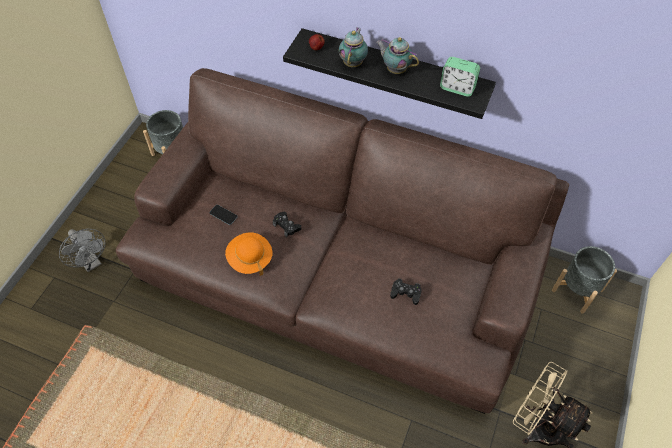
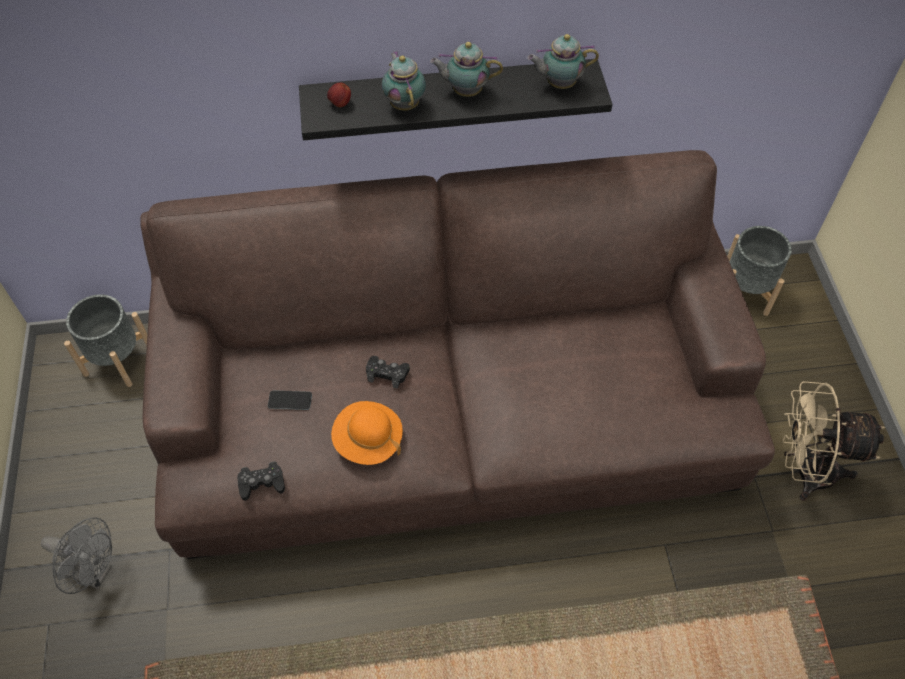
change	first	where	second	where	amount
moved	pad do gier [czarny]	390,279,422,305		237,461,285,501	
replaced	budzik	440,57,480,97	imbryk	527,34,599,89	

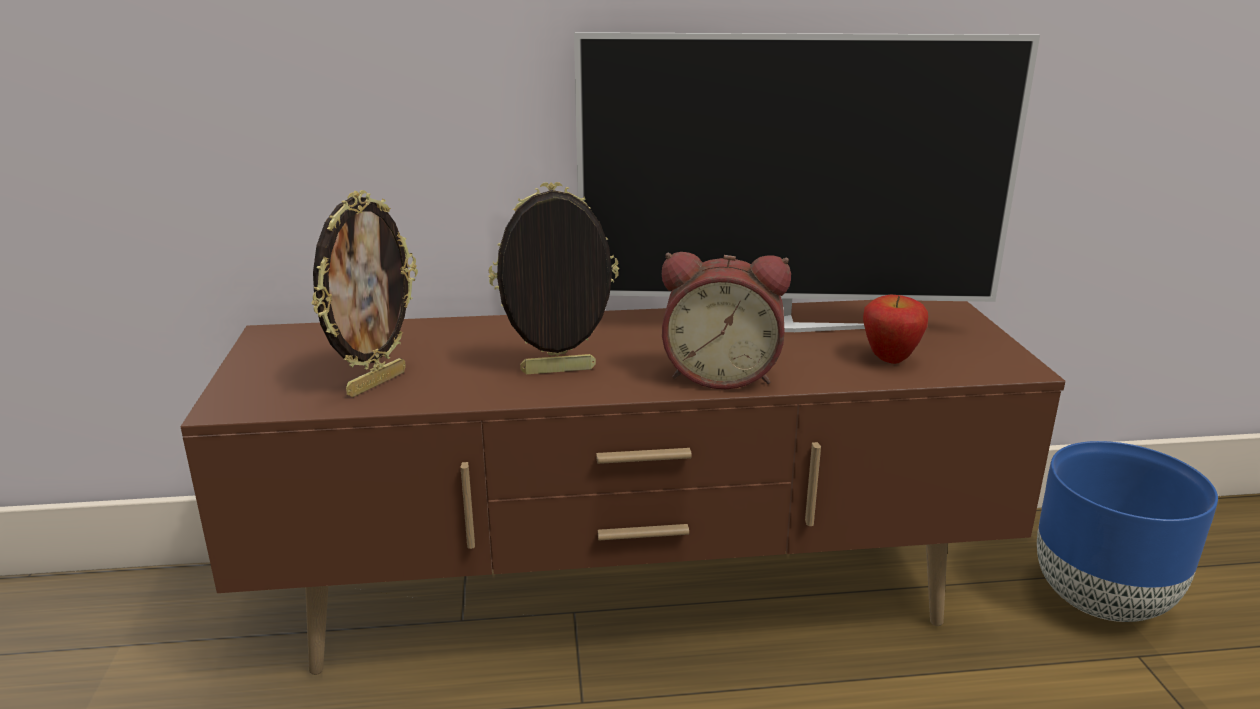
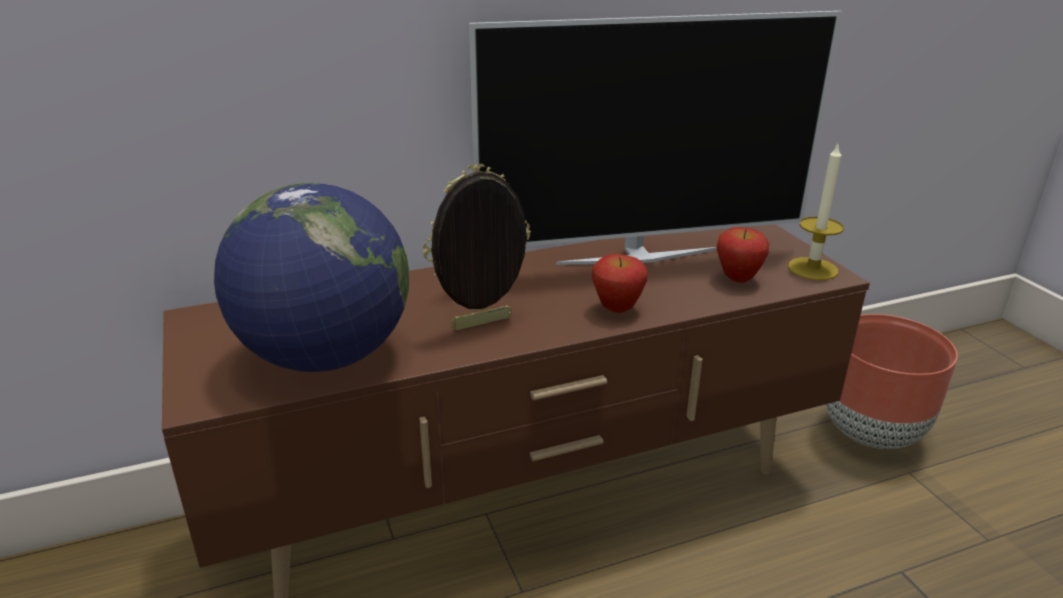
change	first	where	second	where	amount
replaced	ramka na zdjęcie	311,190,418,397	globus	214,183,409,372	
replaced	budzik	662,252,791,389	jabłko	592,254,648,313	
added			świeca	788,144,844,280	
recoloured	donica [niebieski]	1037,441,1218,622	donica [brązowy]	825,314,958,449	

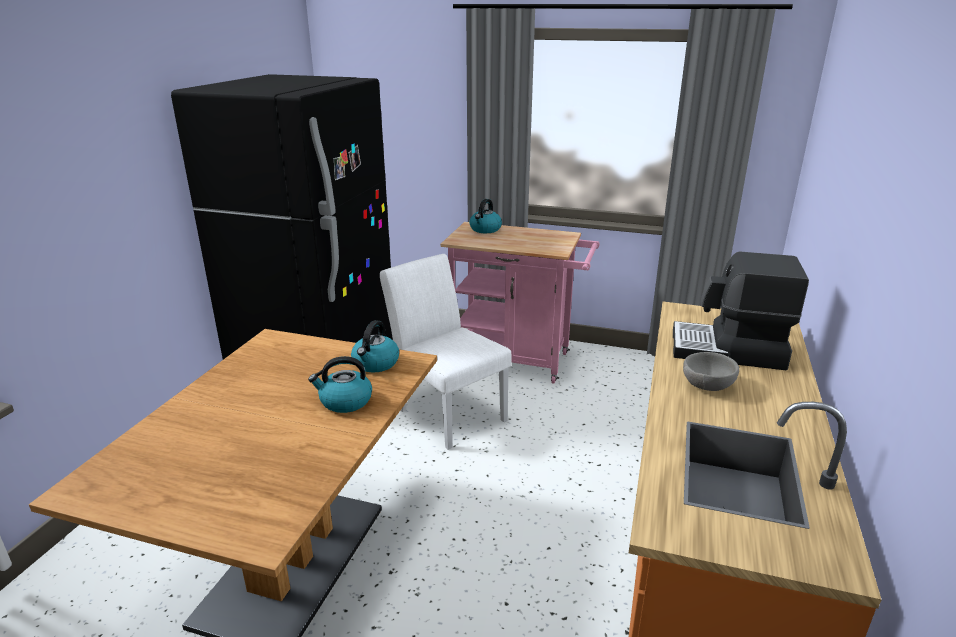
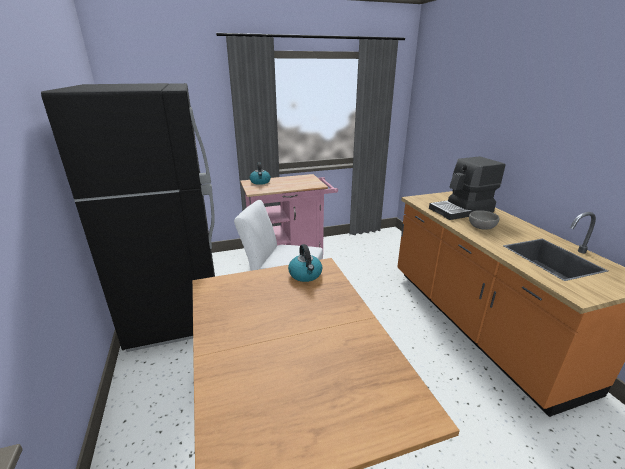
change	first	where	second	where	amount
removed	czajnik	308,356,372,413			

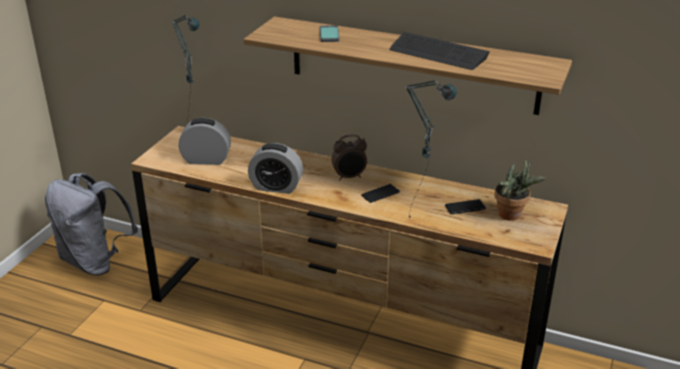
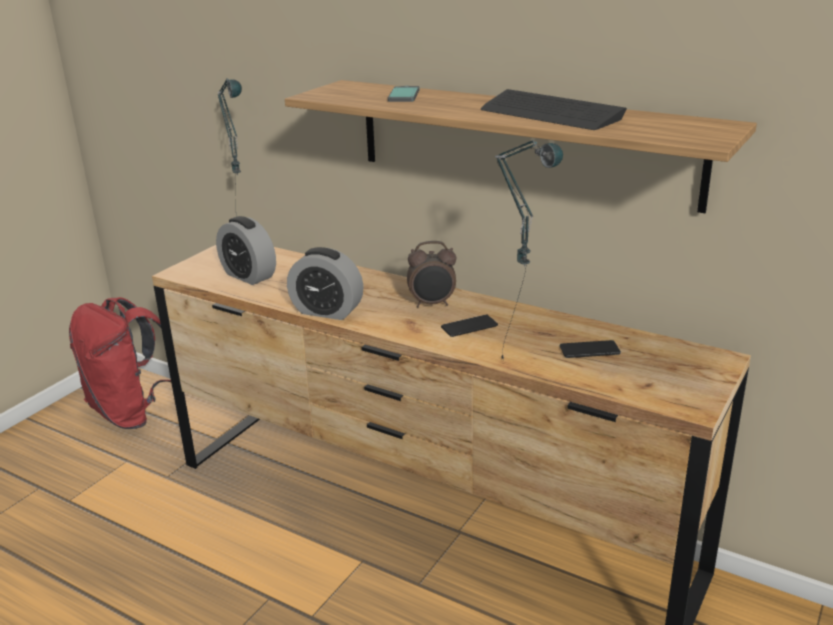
change	first	where	second	where	amount
recoloured	plecak [szary]	45,173,138,275	plecak [czerwony]	69,297,171,429	
turned	budzik	179,118,231,165		216,216,276,285	150 degrees counterclockwise
removed	roślina doniczkowa	494,159,546,221			

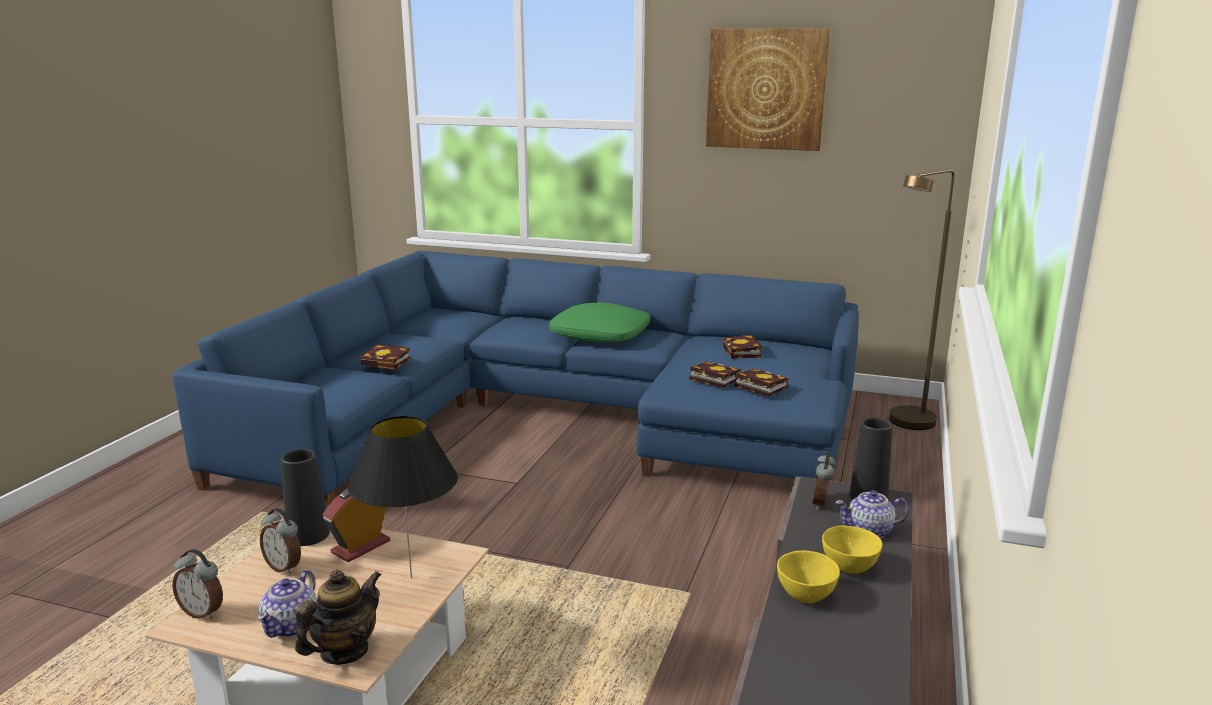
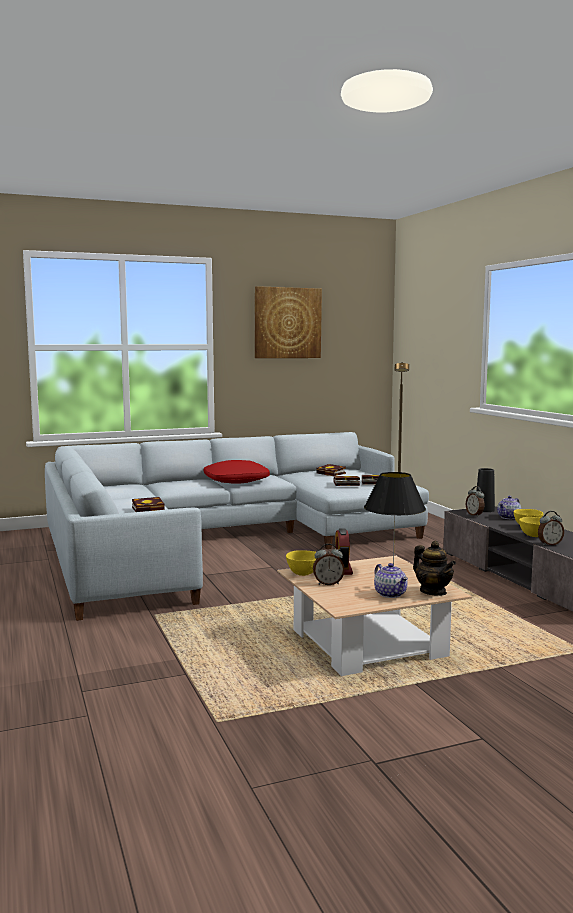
change	first	where	second	where	amount
recoloured	kanapa [niebieski]	172,251,859,508	kanapa [szary]	45,432,429,621	
recoloured	poduszka [zielony]	549,302,650,343	poduszka [czerwony]	203,460,270,484	
replaced	wazon [czarny]	281,449,330,546	miska [żółty]	286,550,316,576	
turned	imbryk	295,569,381,665		413,541,456,596	150 degrees clockwise
moved	budzik	172,549,223,619		538,511,564,545	

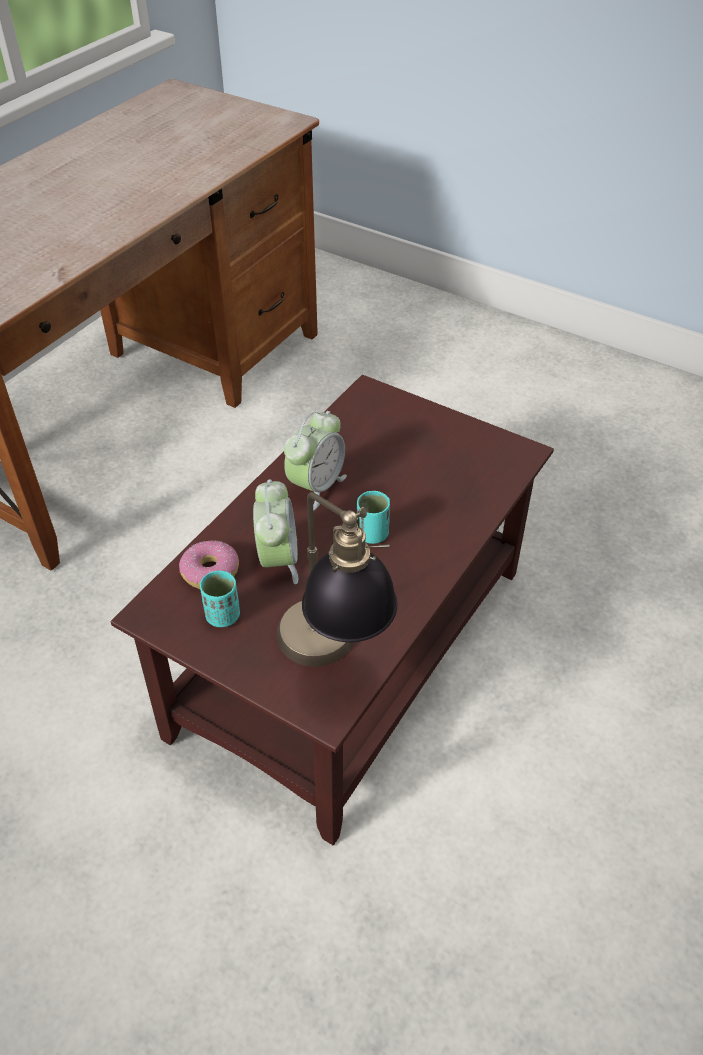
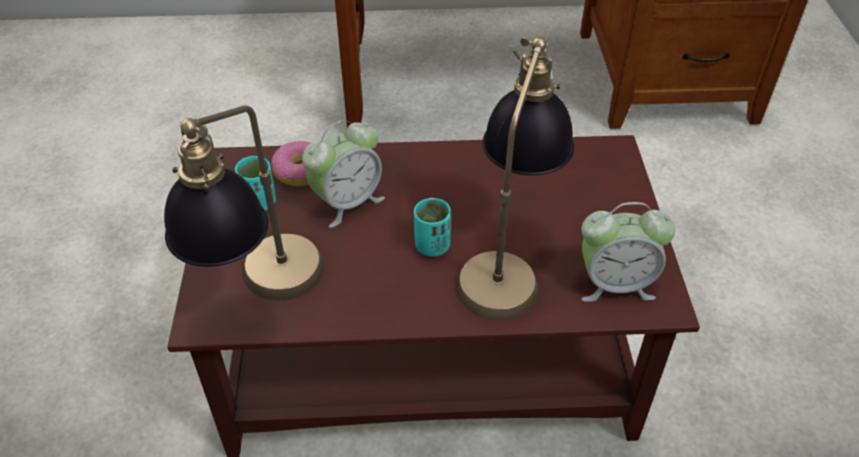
change	first	where	second	where	amount
added			lampa stołowa	455,37,574,321	
moved	budzik	284,411,347,511		581,202,676,302	

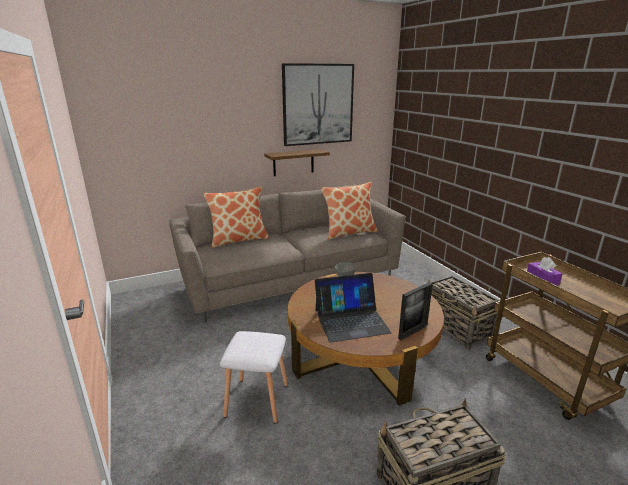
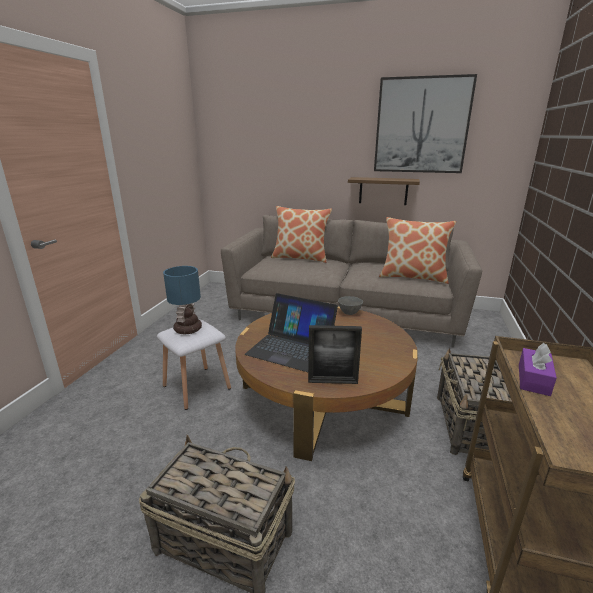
change	first	where	second	where	amount
added			lampa stołowa	163,266,202,334	

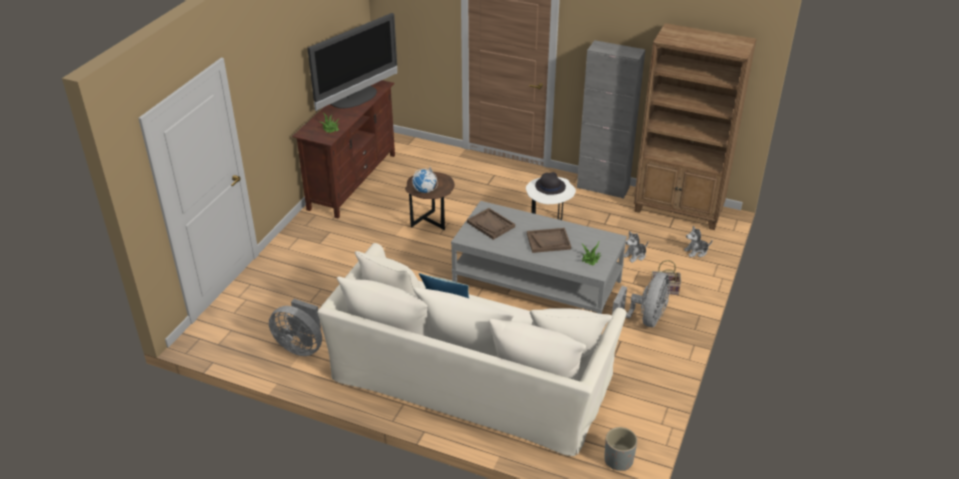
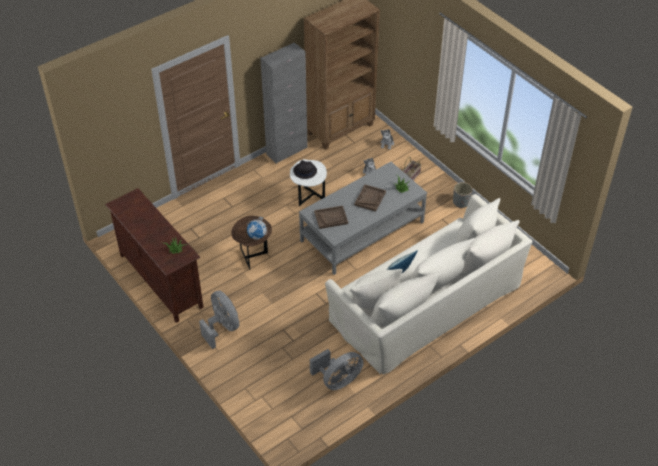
change	first	where	second	where	amount
moved	wentylator [szary]	612,272,670,327		199,291,239,349	
moved	donica [szary]	604,427,638,471		453,182,473,208	
removed	telewizor	307,13,397,111			

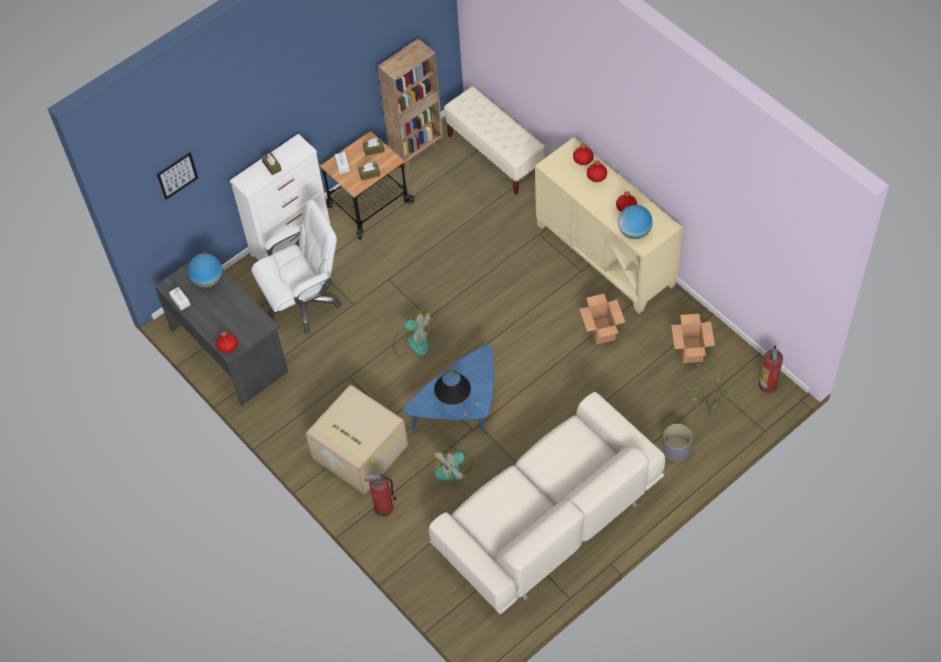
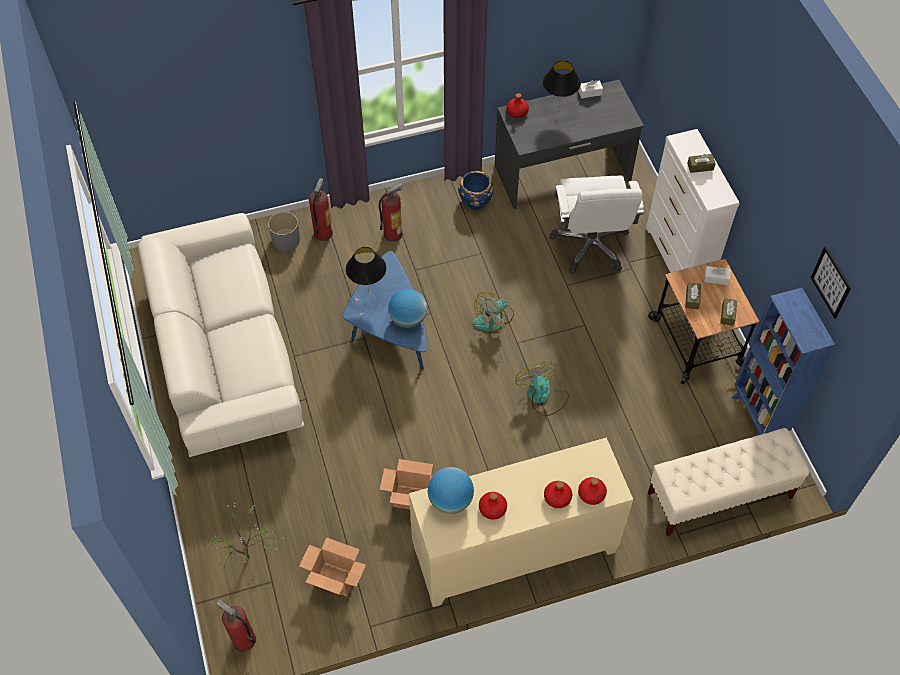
change	first	where	second	where	amount
moved	donica [szary]	662,424,693,461		268,212,300,251	
replaced	karton	305,384,408,495	gaśnica	379,183,403,242	
moved	globus	188,254,222,288		388,289,427,328	
added			donica [niebieski]	458,171,494,210	
moved	wentylator	434,447,473,482		515,361,569,416	
added			lampa stołowa [czarny]	542,60,581,111	
recoloured	regał [brązowy]	377,39,443,171	regał [niebieski]	732,288,835,436	
moved	obraz	157,152,198,200		811,246,851,319	

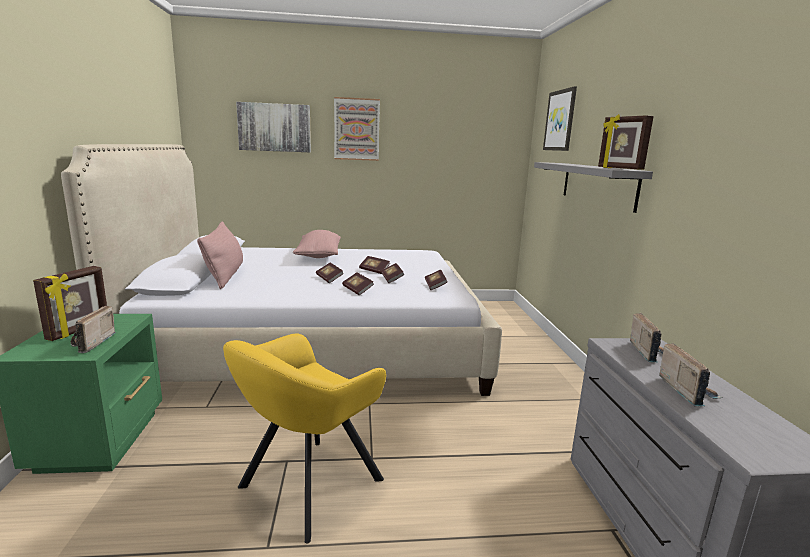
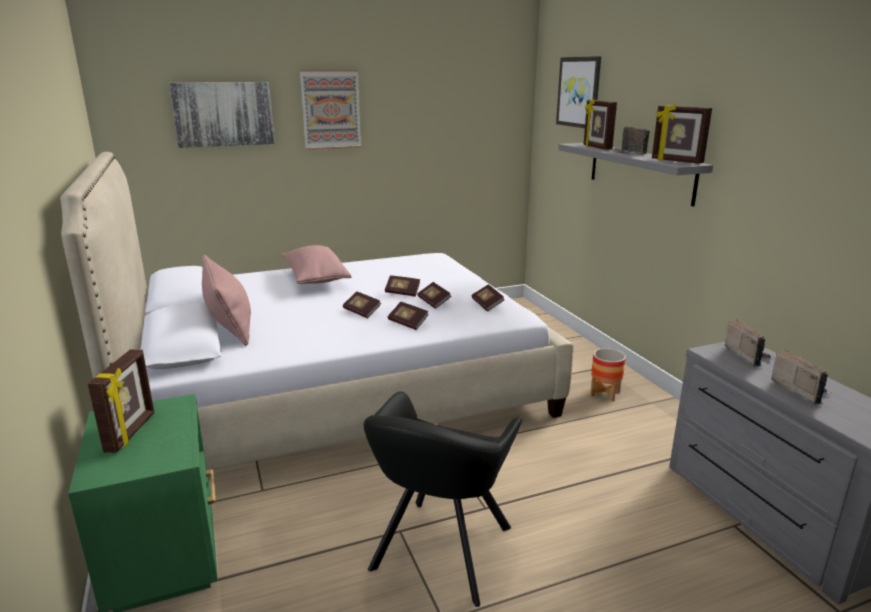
change	first	where	second	where	amount
recoloured	fotel [żółty]	223,333,386,544	fotel [czarny]	364,391,522,607	
added			ramka na zdjęcie	583,99,617,150	
added			donica	590,348,626,401	
moved	radio	70,306,116,353		611,127,650,155	

